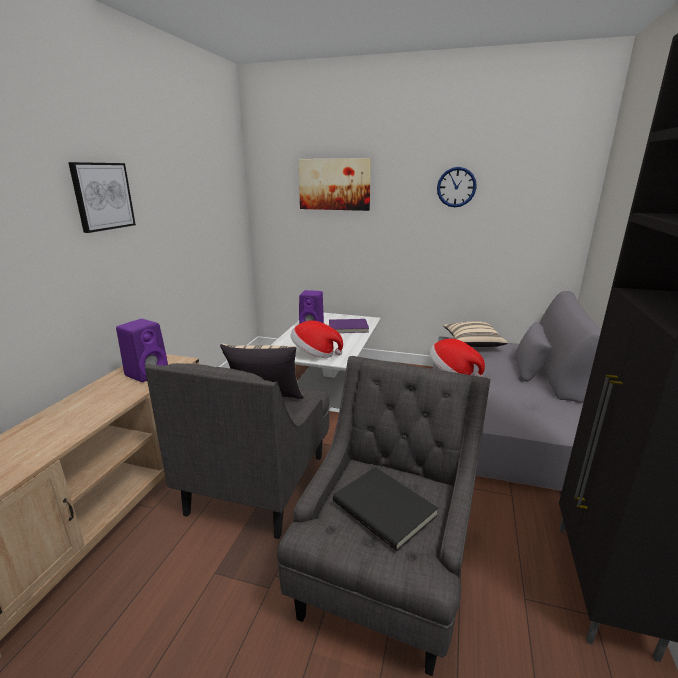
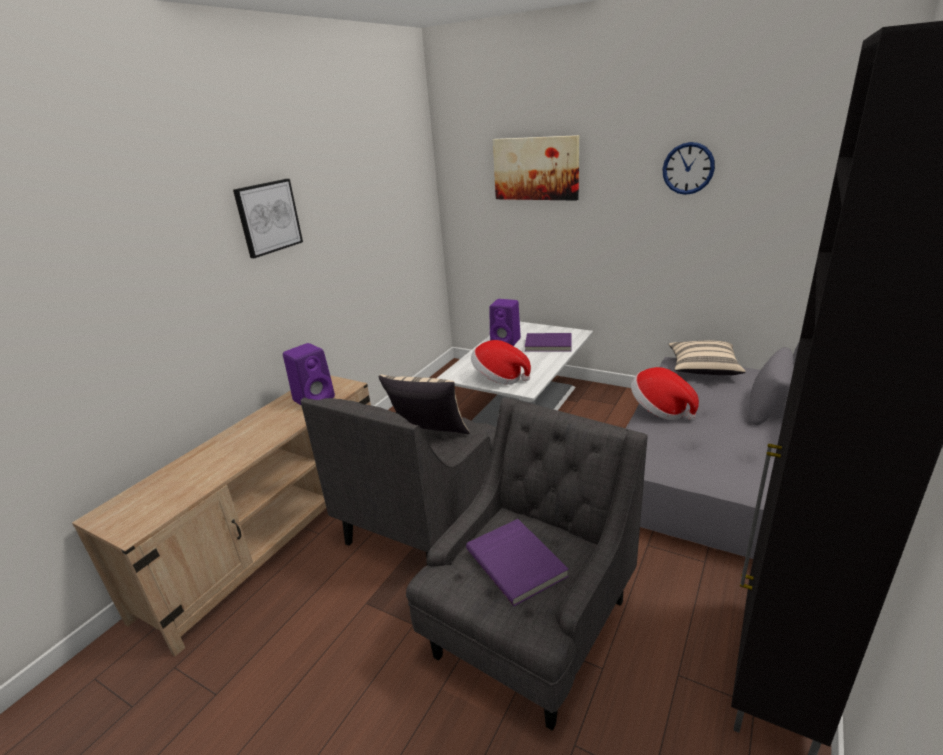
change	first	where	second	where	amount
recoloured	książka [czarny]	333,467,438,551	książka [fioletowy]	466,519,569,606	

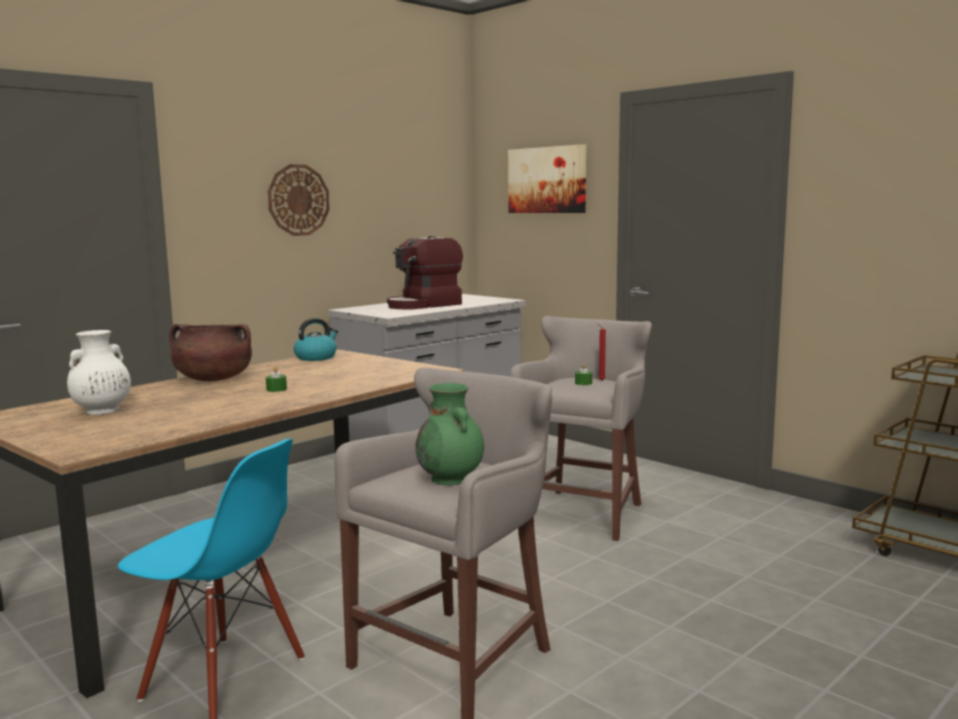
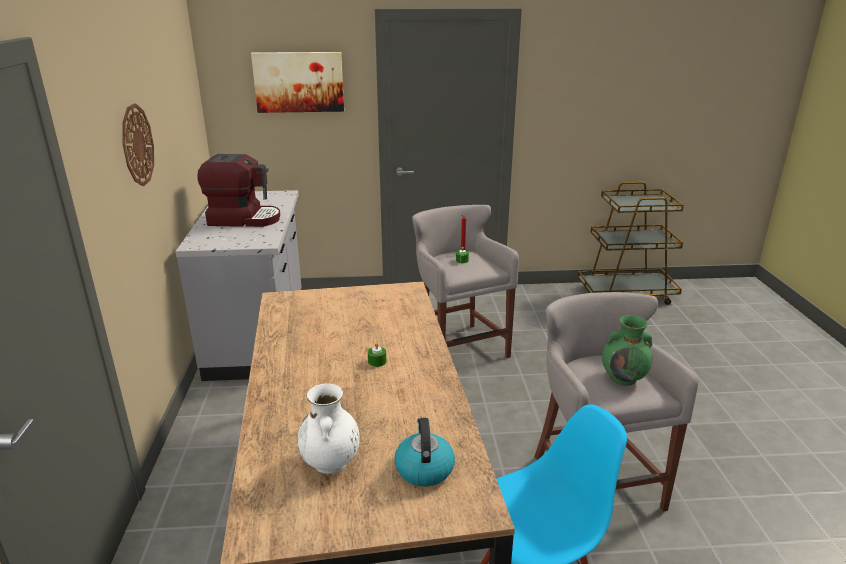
change	first	where	second	where	amount
turned	ekspres do kawy	387,236,463,309		198,154,280,227	90 degrees counterclockwise
moved	czajnik	294,318,338,361		394,418,455,487	
removed	garnek [brązowy]	169,324,252,381			

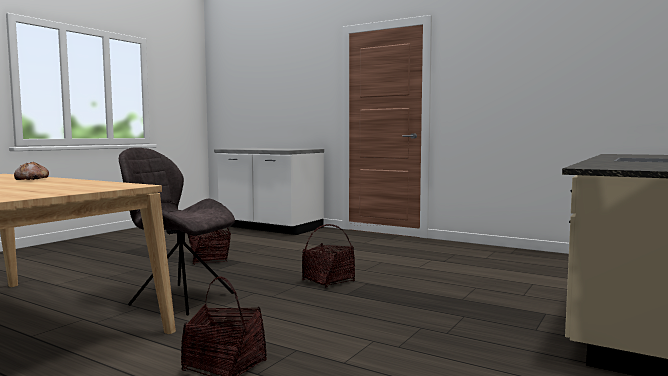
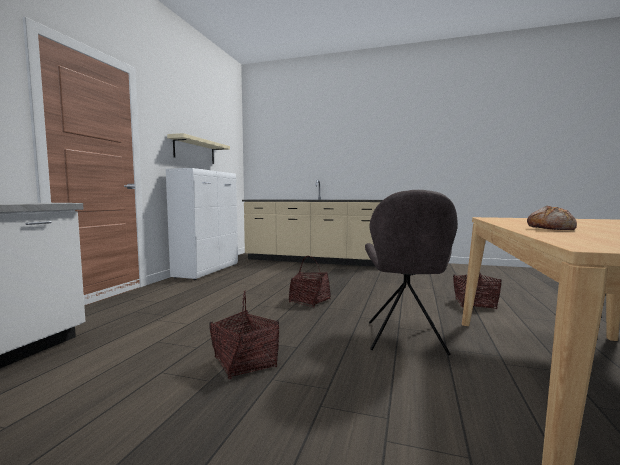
change	first	where	second	where	amount
added			szafka [biały]	166,168,238,280	
added			półka [beżowy]	167,133,230,164	

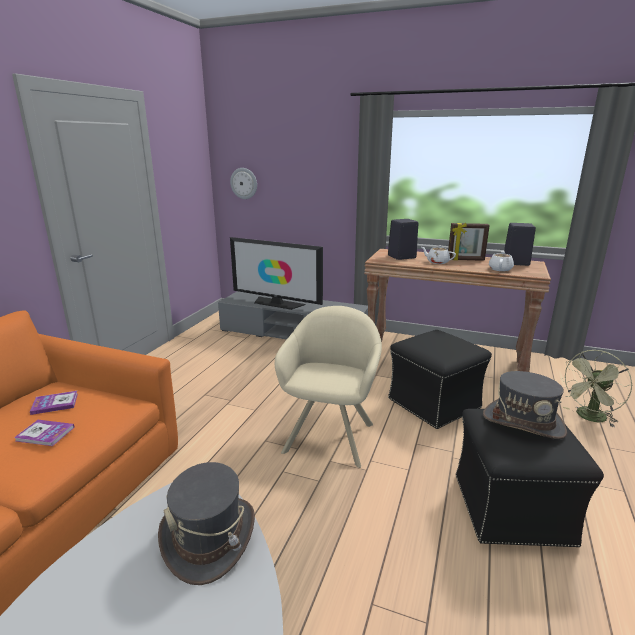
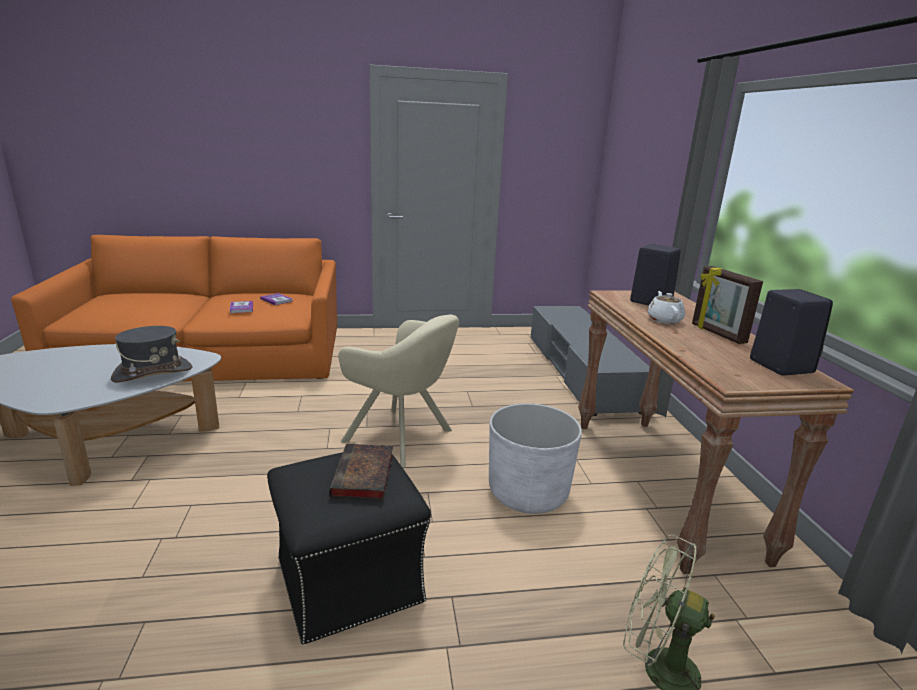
change	first	where	second	where	amount
replaced	kapelusz [szary]	483,371,567,439	książka	329,444,393,501	
turned	fotel [beżowy]	275,306,382,468		338,315,459,468	45 degrees clockwise
replaced	pufa [czarny]	388,330,492,429	donica [biały]	489,403,582,514	
removed	zegar ścienny	230,168,257,199			
removed	telewizor	230,237,323,310			
removed	imbryk [biały]	489,251,514,271			

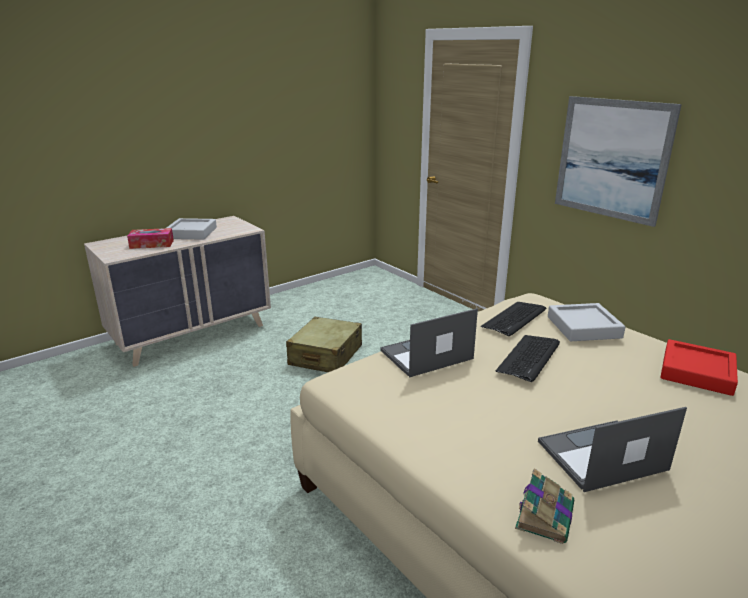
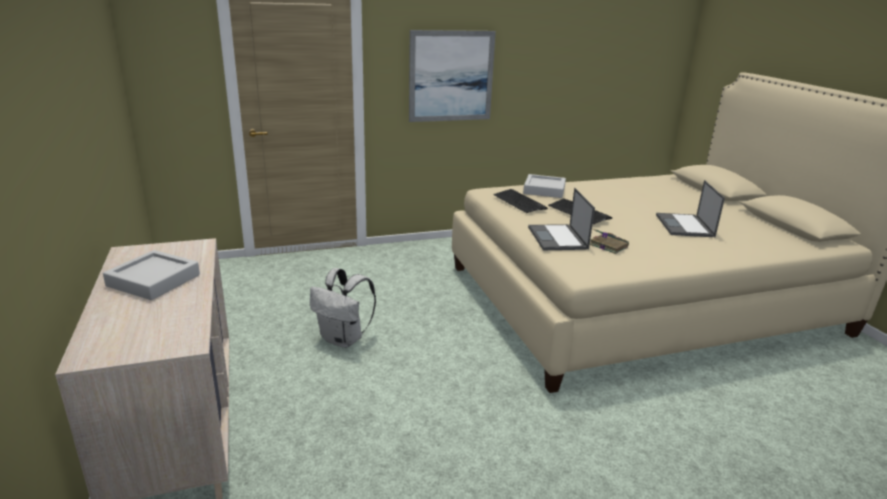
change	first	where	second	where	amount
replaced	walizka [beżowy]	286,317,362,372	plecak [biały]	310,268,376,348	
moved	książka	515,468,574,544		590,229,629,254	
removed	pudełko chusteczek	127,228,174,249			
removed	taca [czerwony]	660,339,738,396			

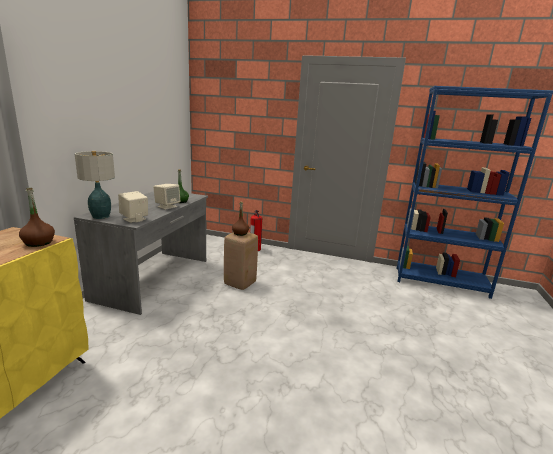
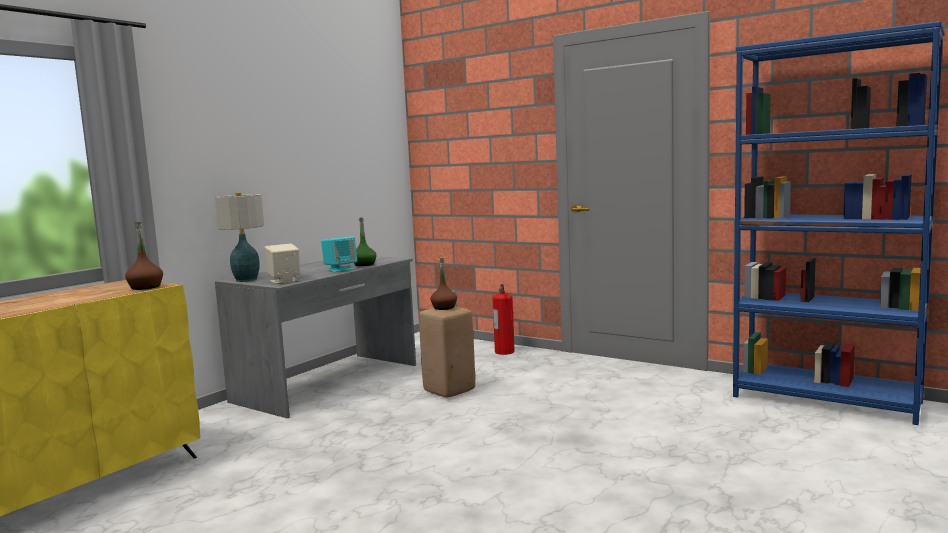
change	first	where	second	where	amount
recoloured	głośnik [beżowy]	153,184,181,210	głośnik [turkusowy]	321,237,357,272	

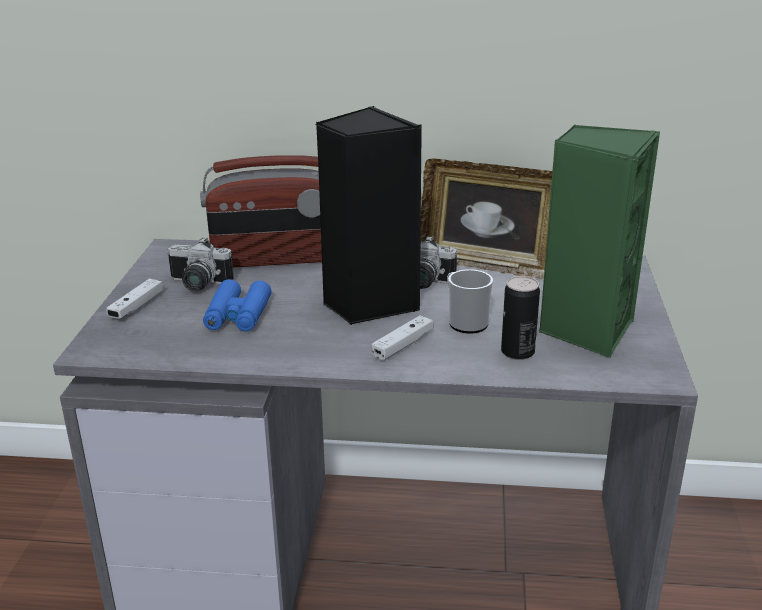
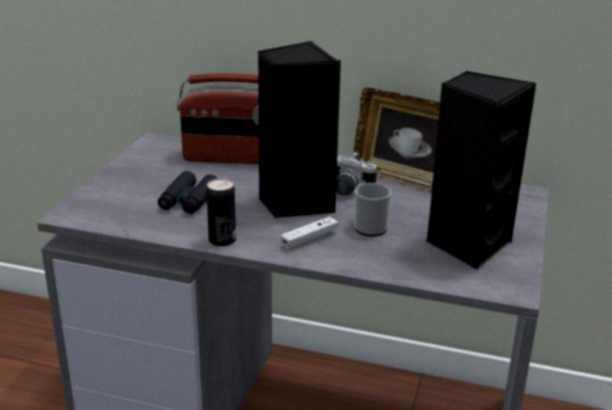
change	first	where	second	where	amount
recoloured	lornetka [niebieski]	203,279,271,332	lornetka [czarny]	158,171,218,214	
moved	puszka	501,276,540,360		206,178,236,247	
recoloured	głośnik [zielony]	538,125,660,358	głośnik [czarny]	426,71,536,270	
removed	pad do gier [biały]	106,279,163,319			
removed	aparat fotograficzny	168,237,234,291			

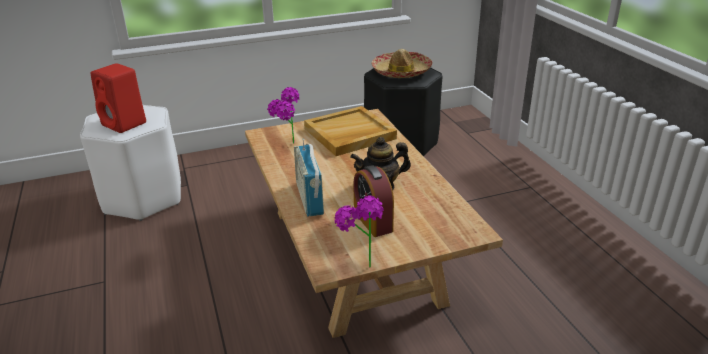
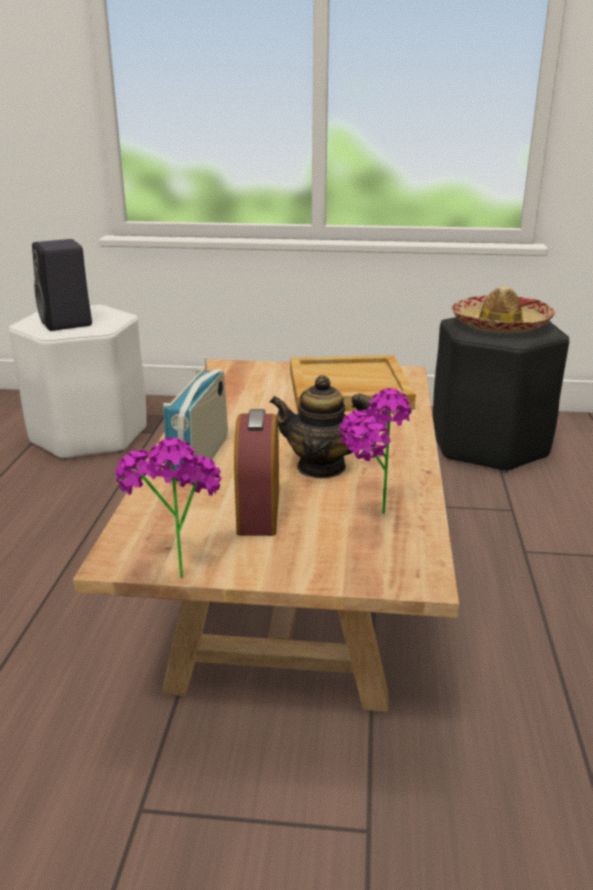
change	first	where	second	where	amount
recoloured	głośnik [czerwony]	91,63,146,133	głośnik [czarny]	32,239,92,331	
moved	roślina doniczkowa	267,87,300,144		340,388,412,514	

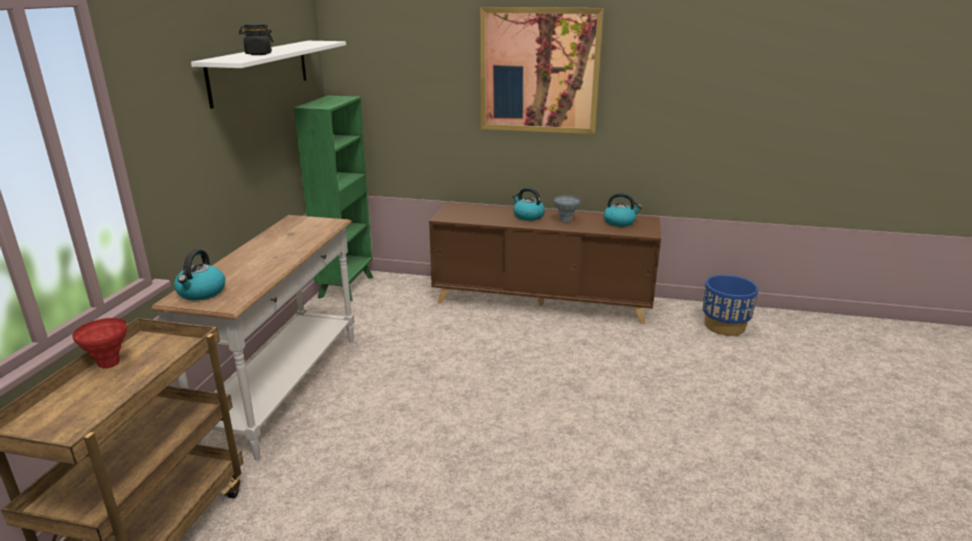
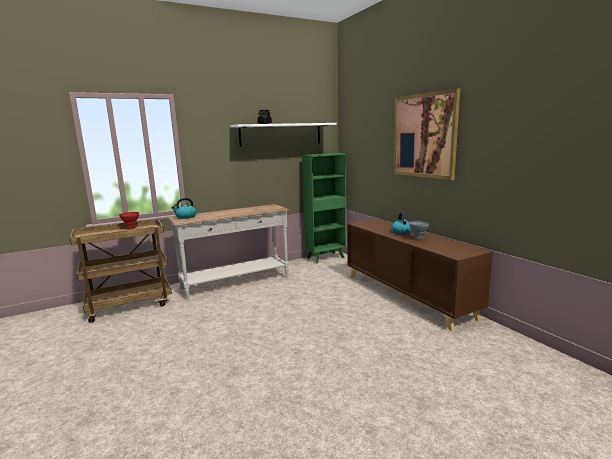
change	first	where	second	where	amount
removed	czajnik	604,193,642,227			
removed	donica [niebieski]	703,275,758,336			

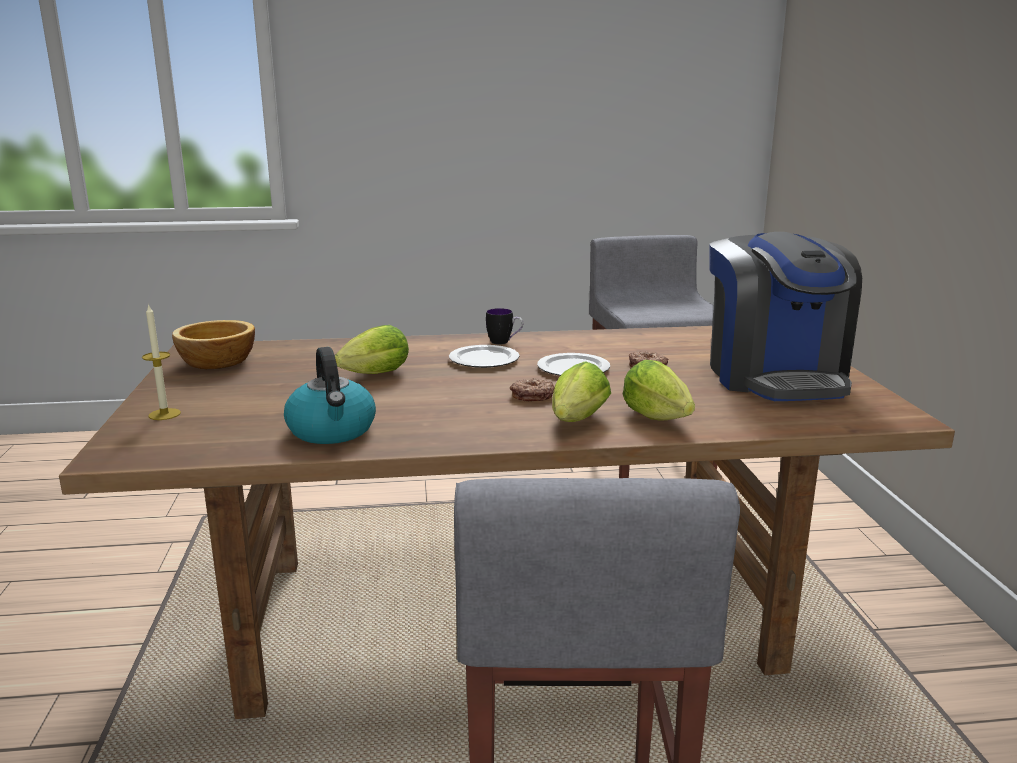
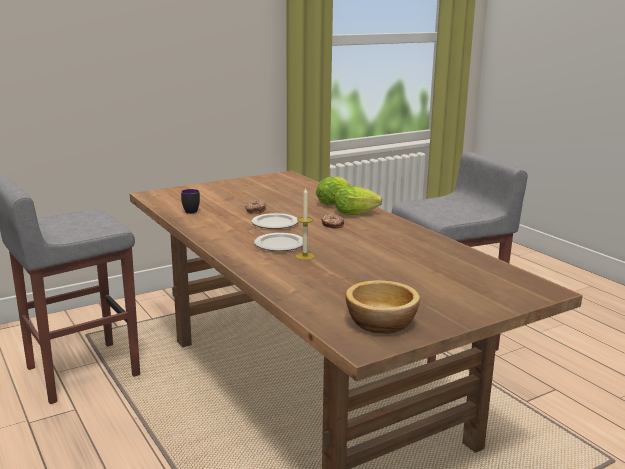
change	first	where	second	where	amount
moved	kubek	486,308,523,345		181,189,200,214	
moved	świeca	142,304,181,420		296,187,315,260	
removed	czajnik	284,347,376,444			
removed	sałata	335,325,409,374			
removed	ekspres do kawy	709,232,862,401			

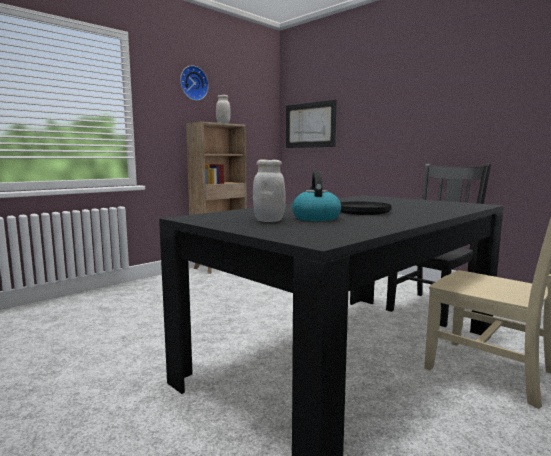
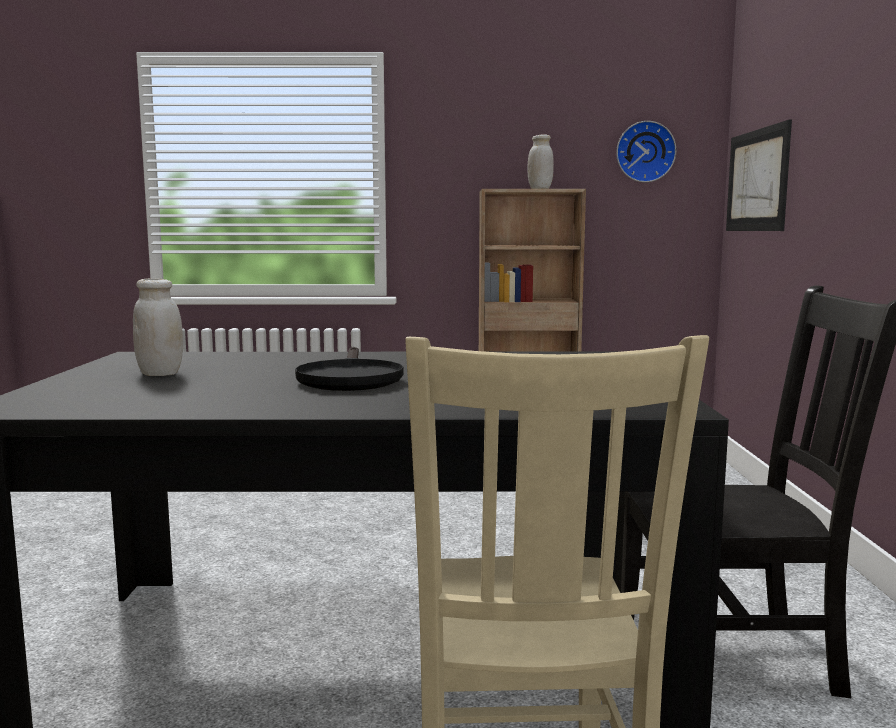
change	first	where	second	where	amount
moved	zegar ścienny	180,65,209,101		616,121,676,182	
removed	czajnik	292,171,341,221			

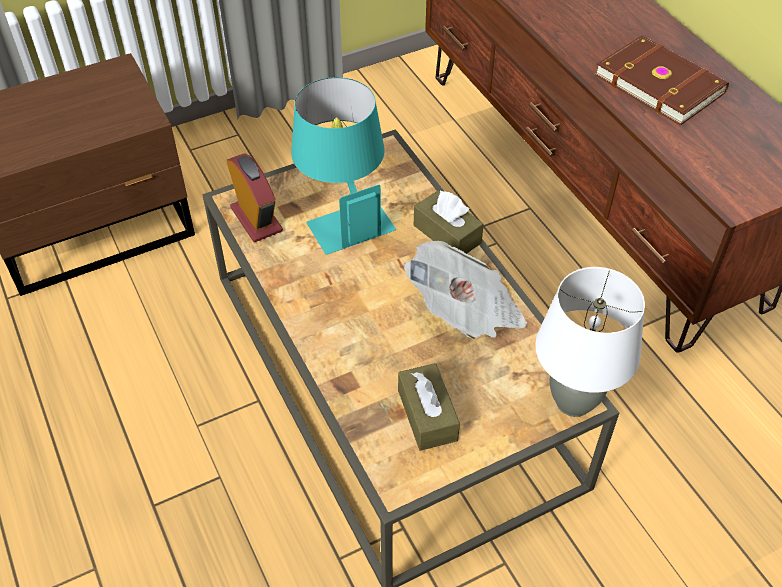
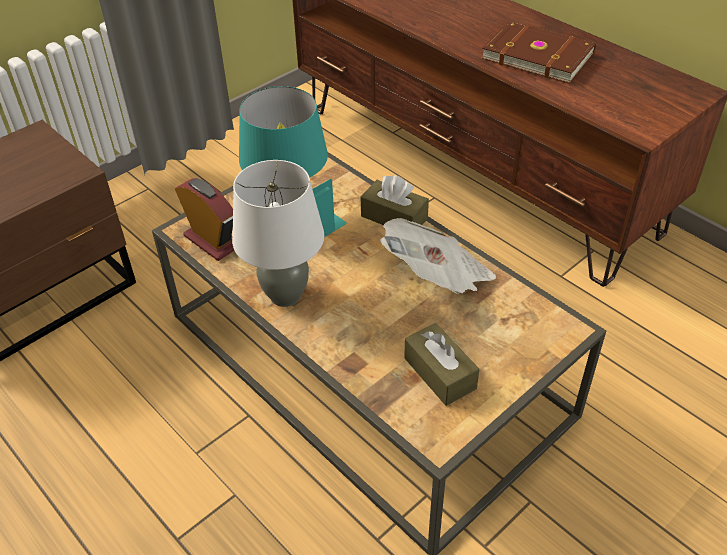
change	first	where	second	where	amount
moved	lampa stołowa [biały]	535,267,645,417		232,160,324,307	

